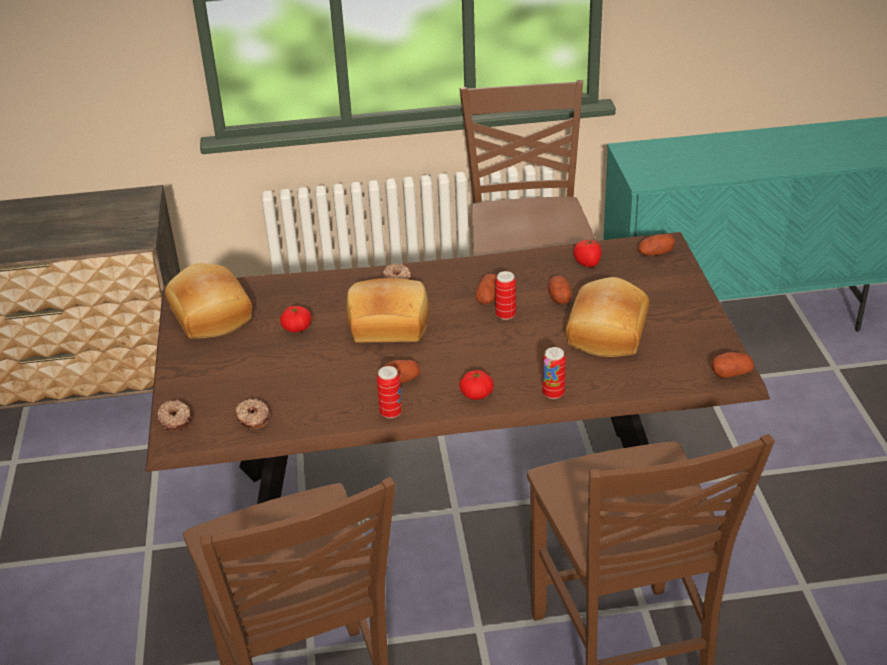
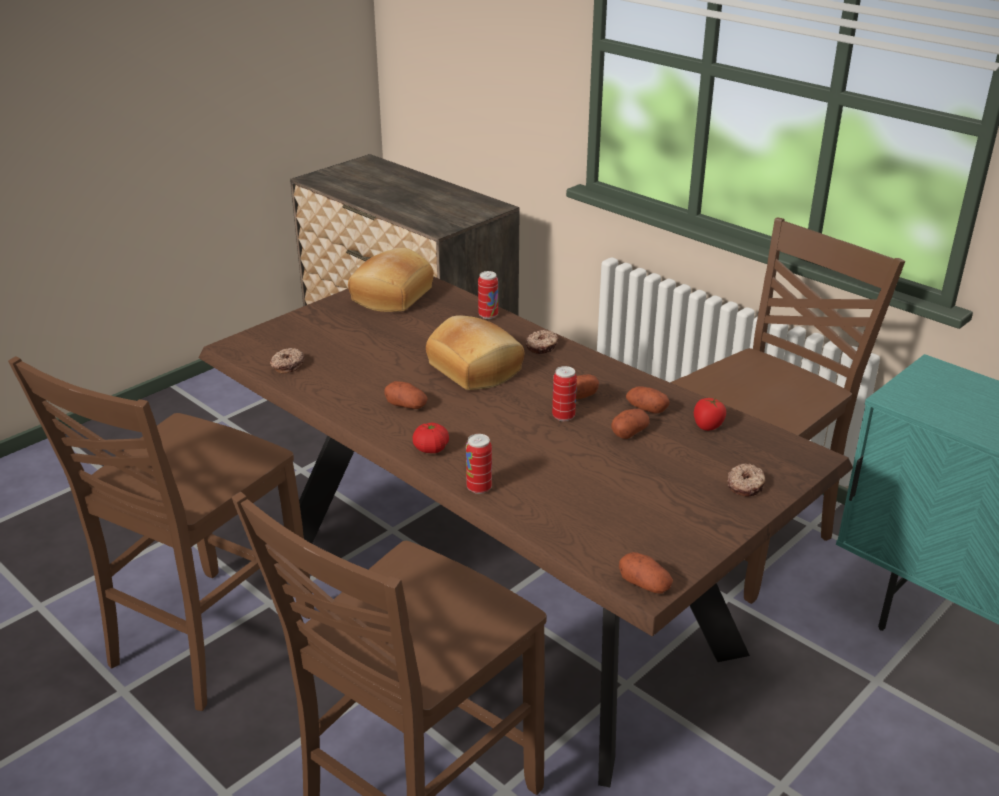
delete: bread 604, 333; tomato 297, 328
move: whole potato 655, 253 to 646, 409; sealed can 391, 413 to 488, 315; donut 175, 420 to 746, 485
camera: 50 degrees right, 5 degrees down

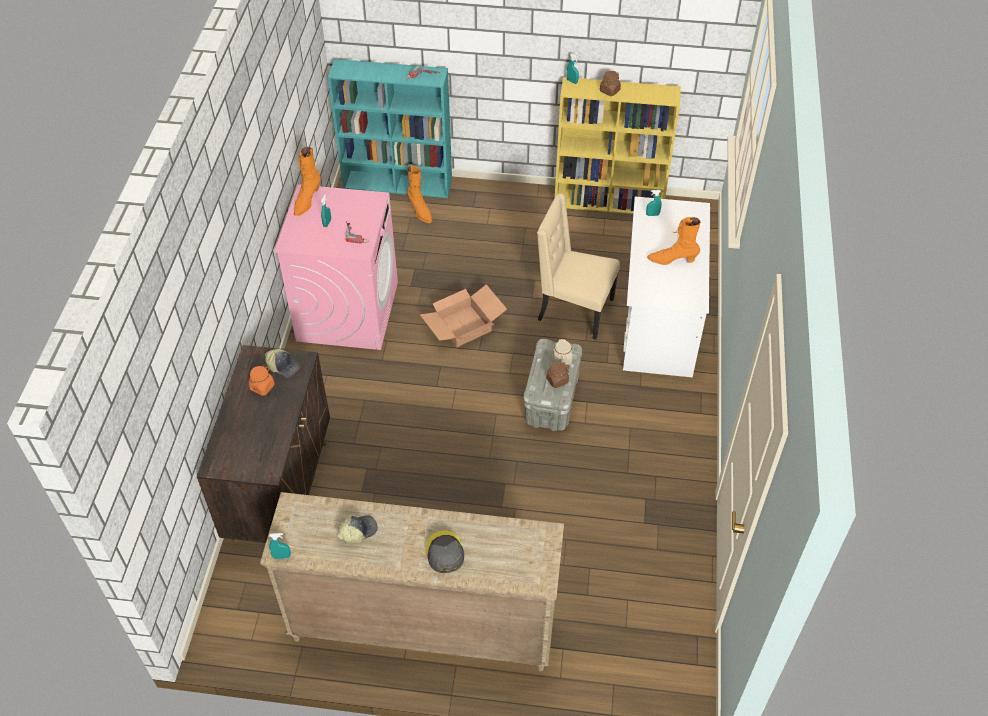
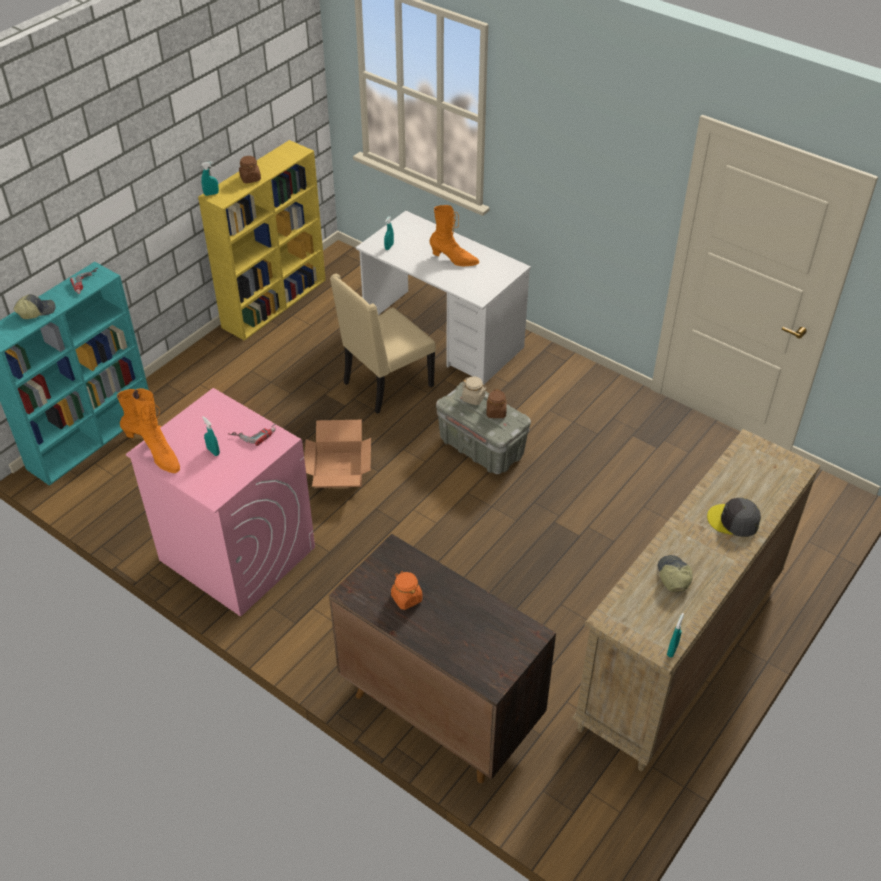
move: cap 283, 366 to 36, 311
rotate: orangey tall boot 672, 260 = 454, 259 105 degrees counterclockwise
camera: 60 degrees left, 5 degrees down

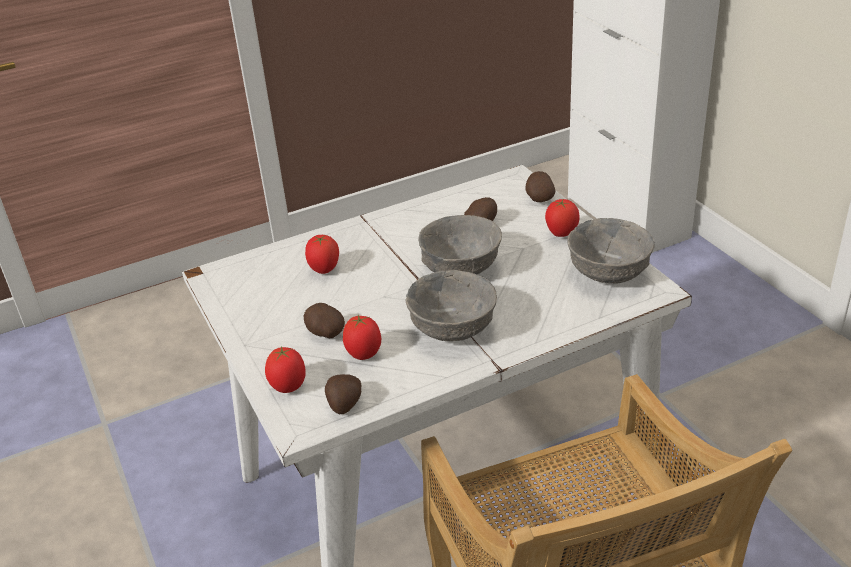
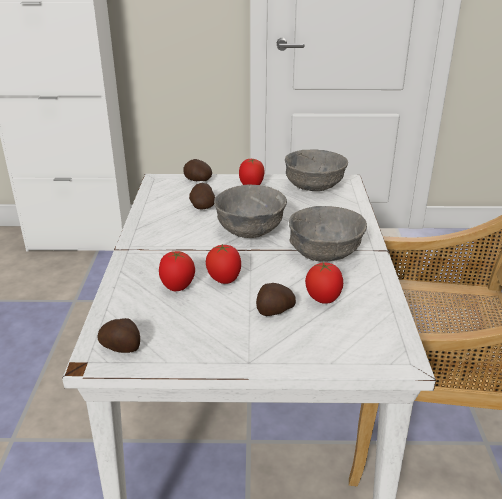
move: tomato 289, 387 to 224, 280; whole potato 344, 405 to 122, 348
camera: 65 degrees left, 5 degrees down

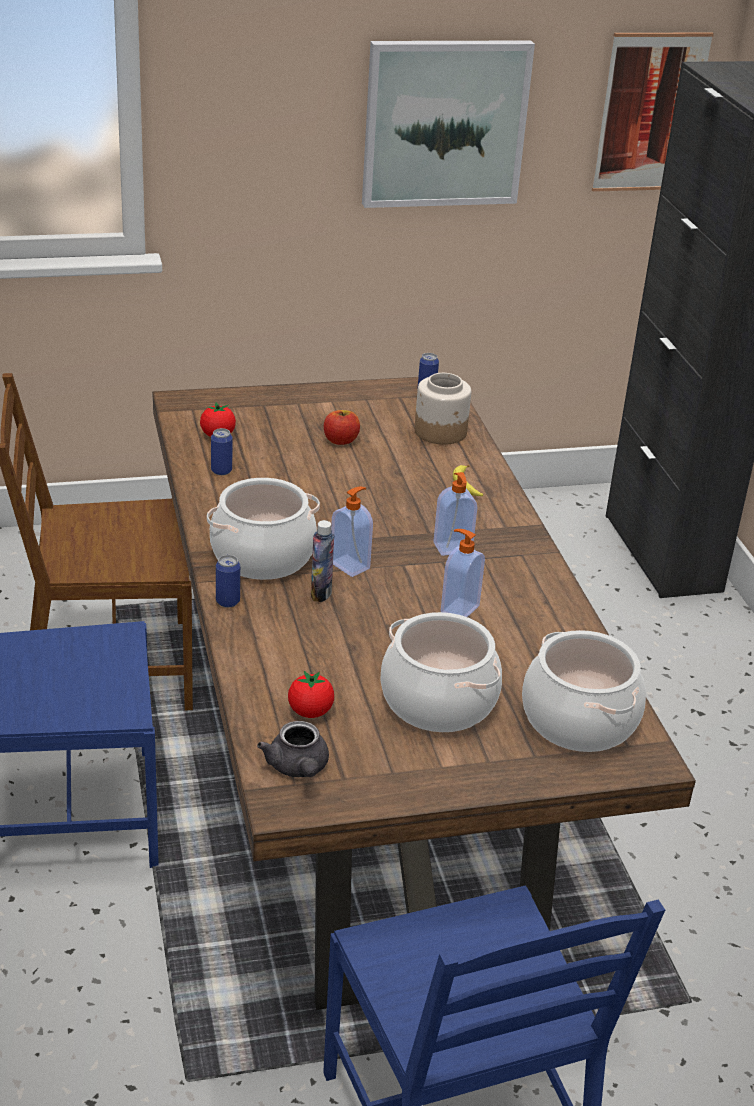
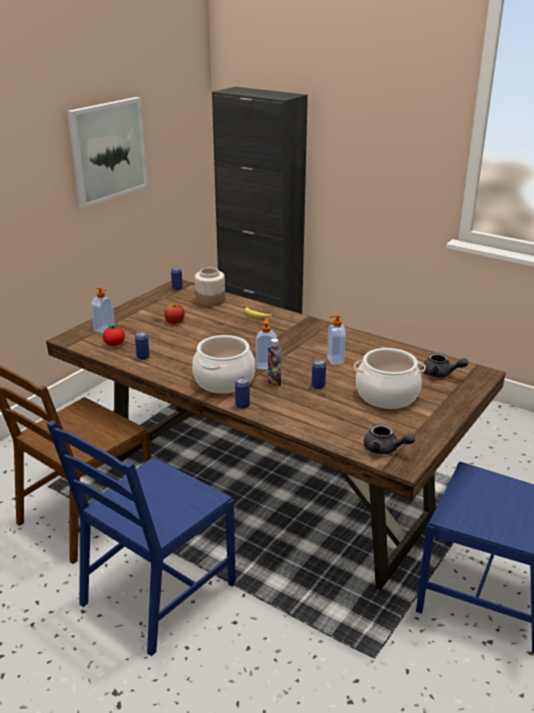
delete: picture 650, 113; tomato 310, 712
insert: sealed can 318, 386
move: soap dispenser 453, 548 to 105, 329
replace: stockpot 580, 720 to gray tea pot 441, 374
camera: 40 degrees left, 5 degrees down

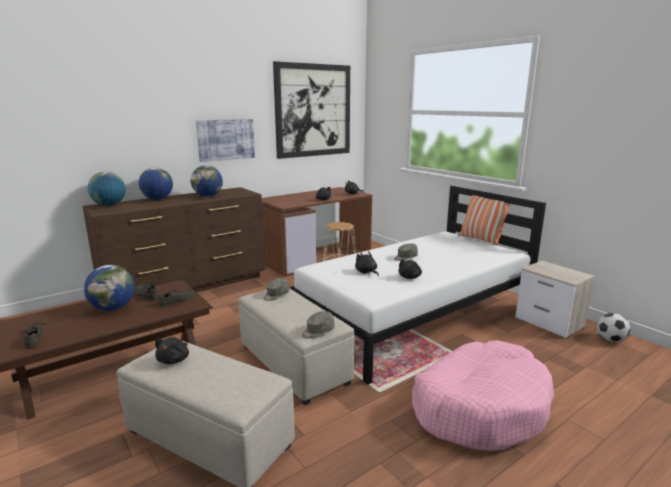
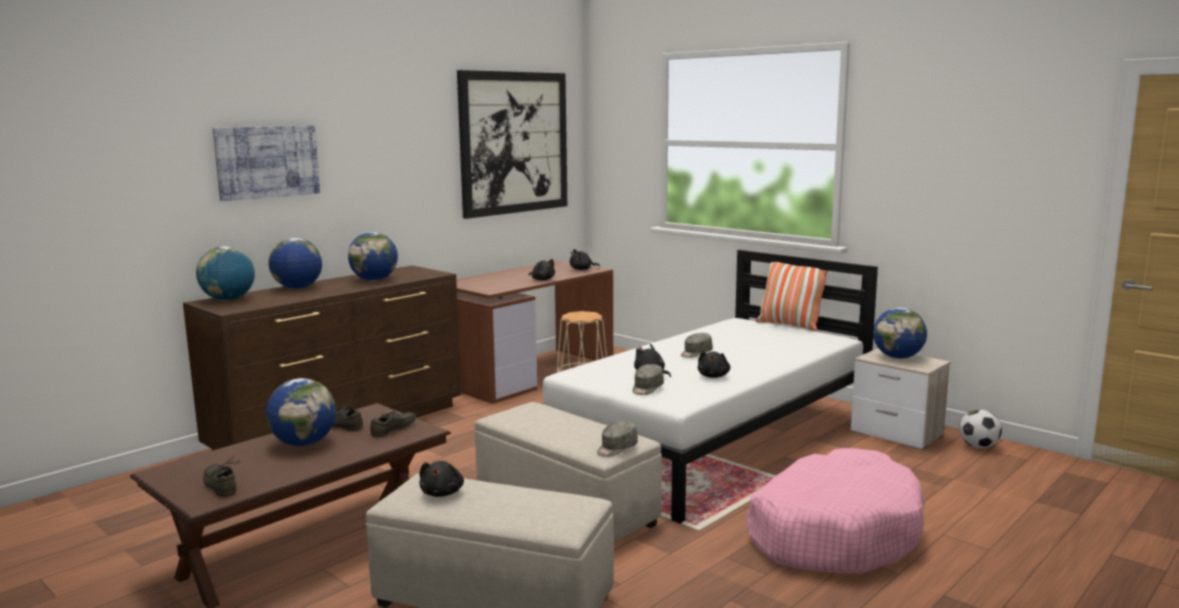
insert: desk globe 898, 357
move: picture 226, 139 to 267, 161; gray cap 276, 295 to 647, 388
camera: 10 degrees left, 5 degrees down

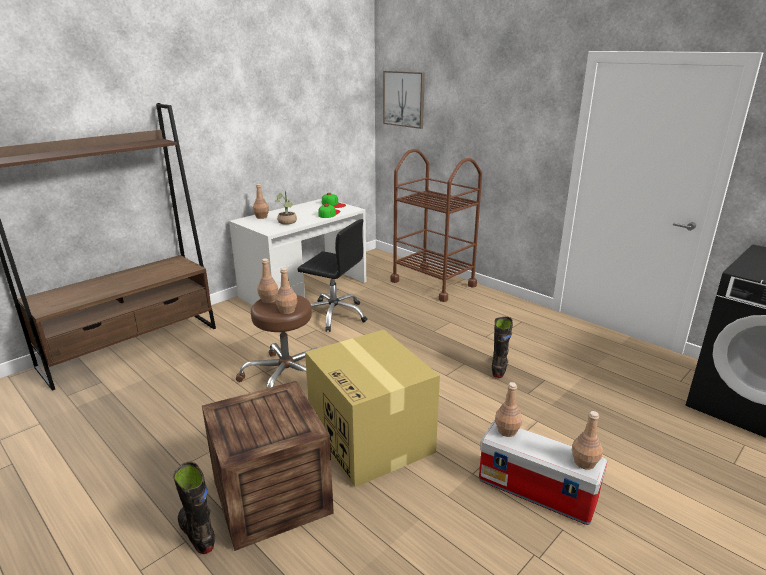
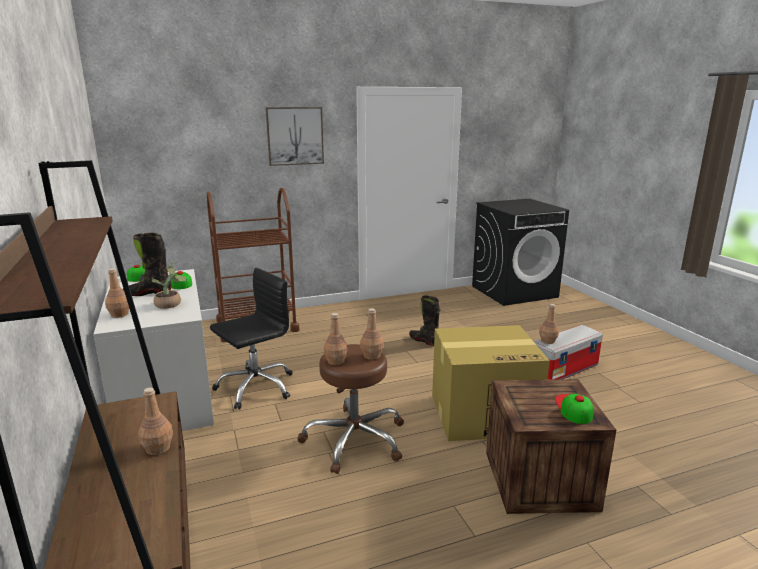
insert: cap 573, 408
move: picture 404, 99 to 295, 136; brownish bottle 584, 462 to 158, 448; black-coloured tall boot 197, 534 to 148, 293
camera: 65 degrees left, 5 degrees down

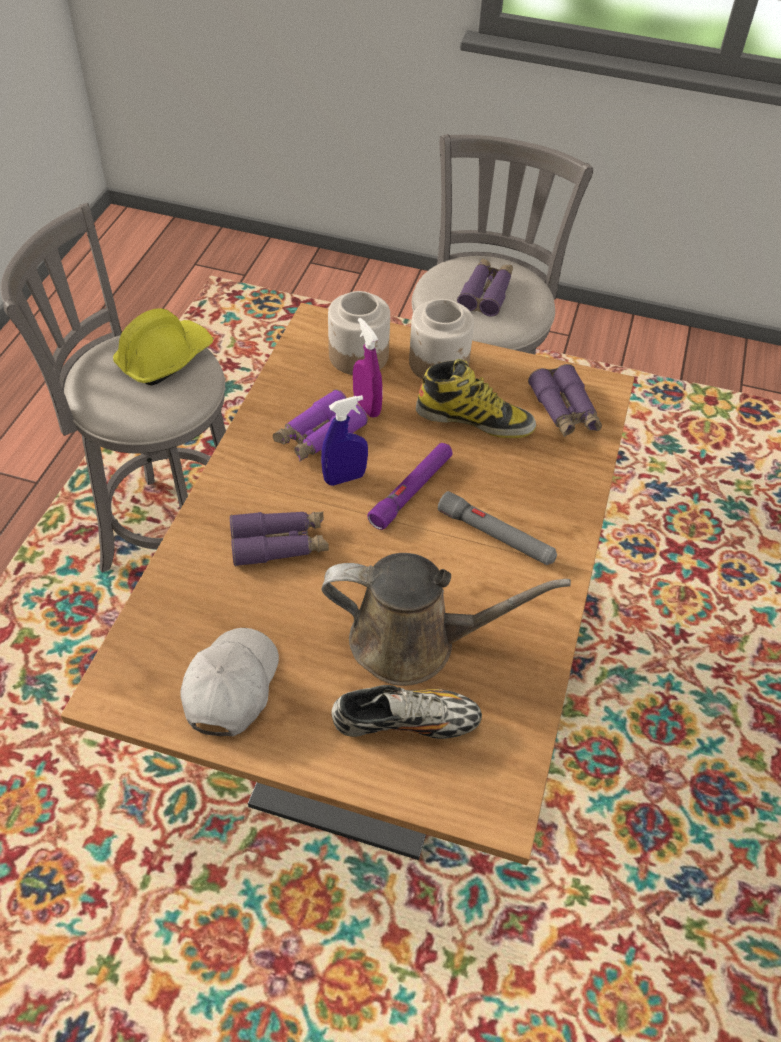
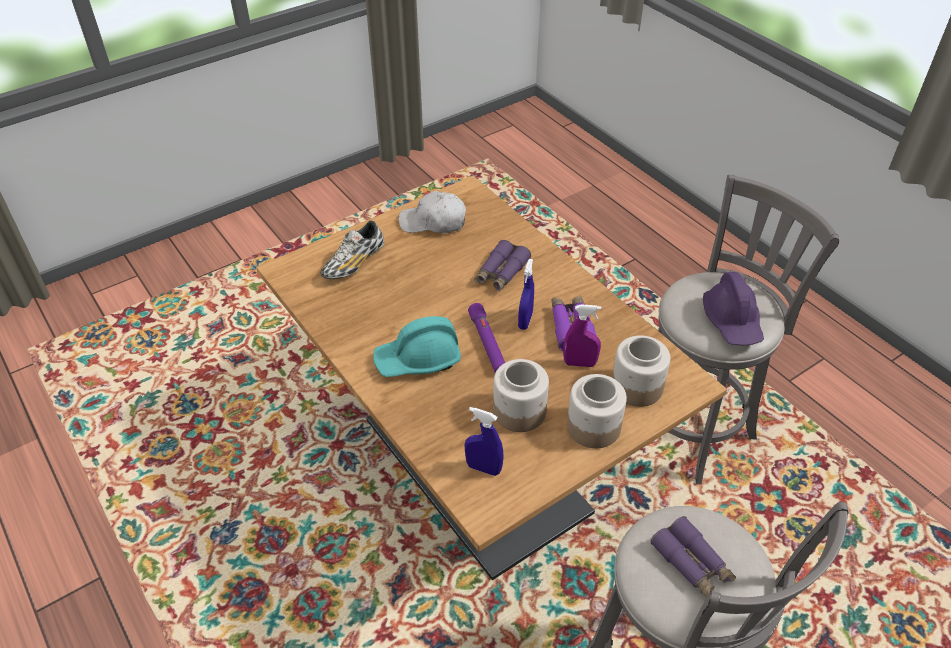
delete: brownish watering can 413, 642
replace: tall boot 475, 419 to preserve jar 520, 411; purplish binoculars 564, 410 to blue-coloured sprayer 483, 468; gray torch 496, 536 to turquoise safety helmet 418, 360
recolor: yellow-coloured safety helmet 164, 358 to purplish safety helmet 732, 321
rotate: white-coloured cap 230, 687 = 433, 222 135 degrees clockwise
camera: 130 degrees right, 5 degrees down

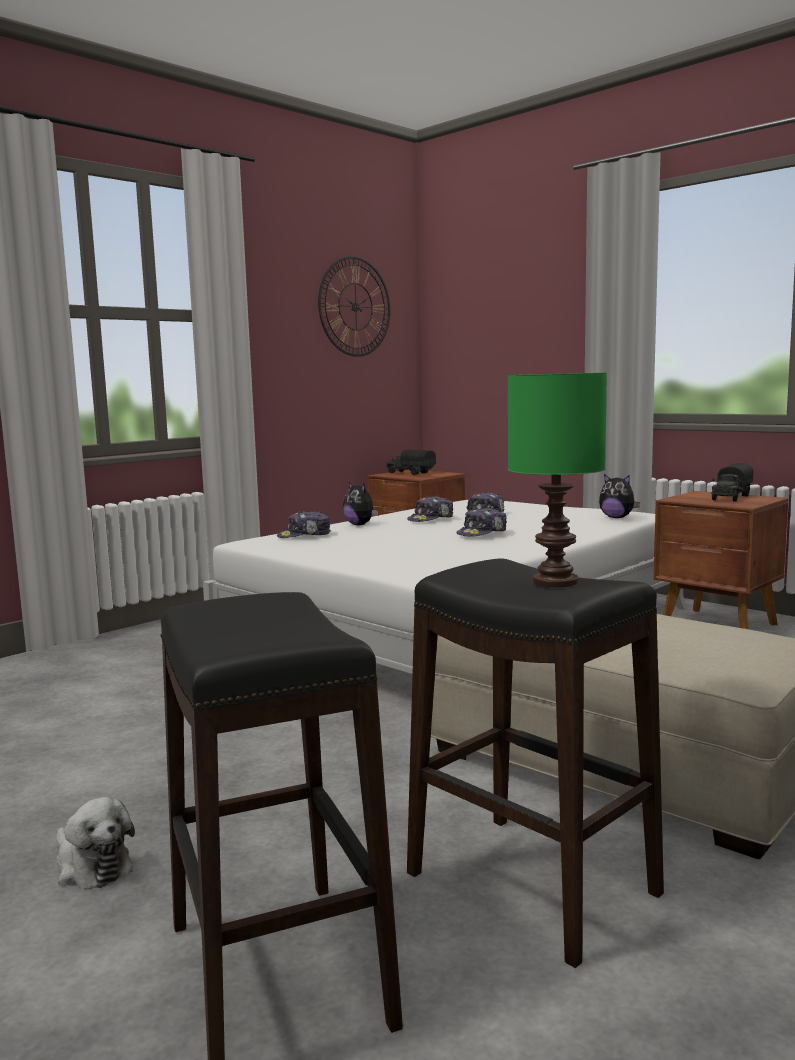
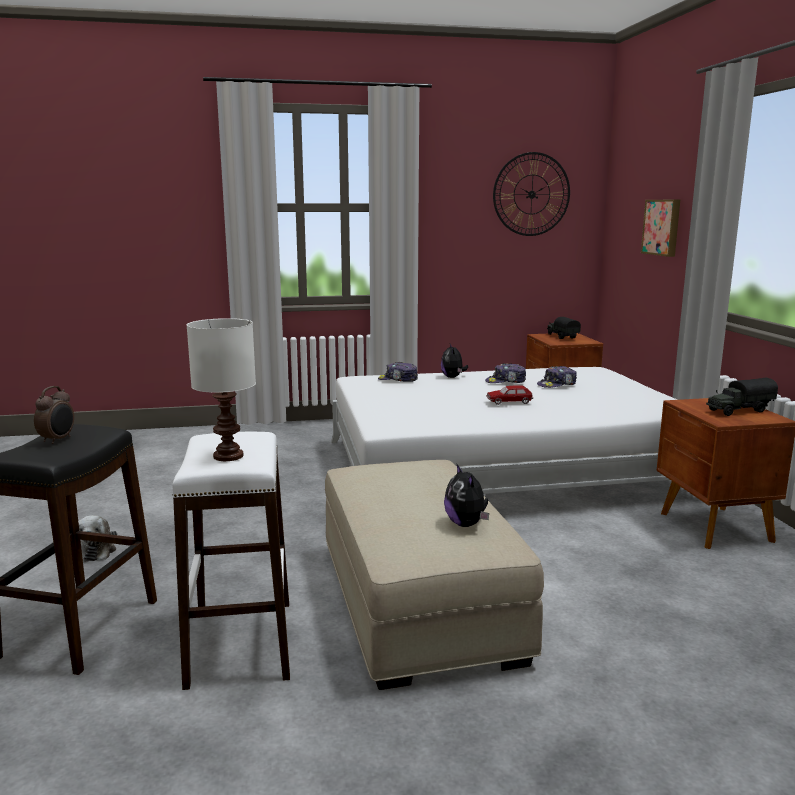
insert: picture 662, 227; alarm clock 58, 440
move: soft toy 617, 518 to 466, 524
replace: cap 482, 533 to model car 509, 402
recolor: green tabletop lamp 553, 581 to white-coloured tabletop lamp 228, 455; black-coloured stool seat 530, 883 to white-coloured stool seat 240, 642
camera: 35 degrees right, 5 degrees up

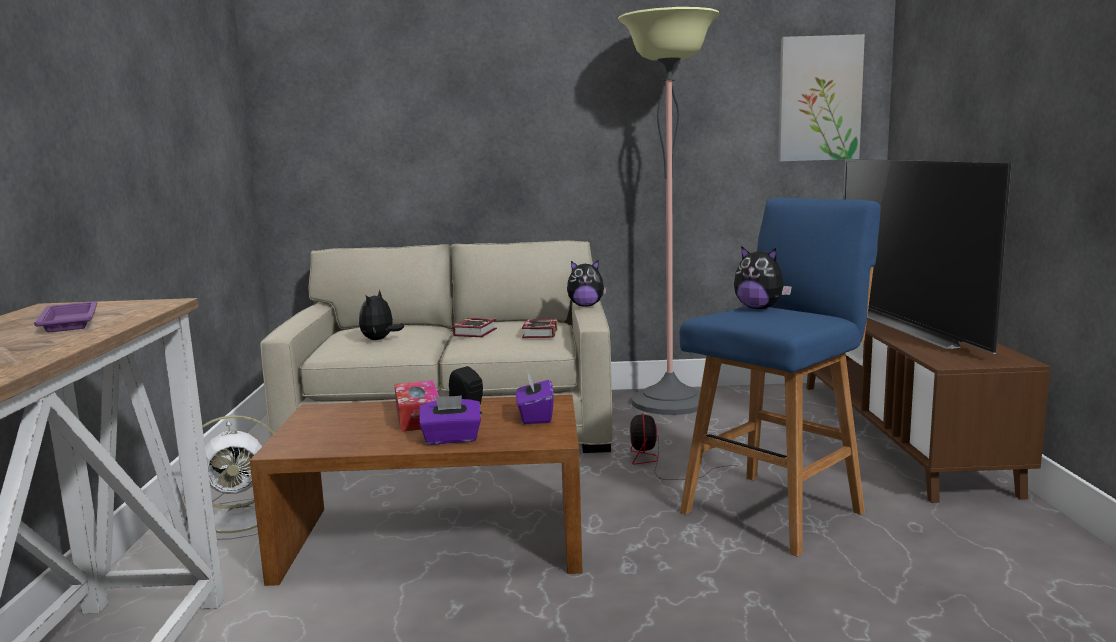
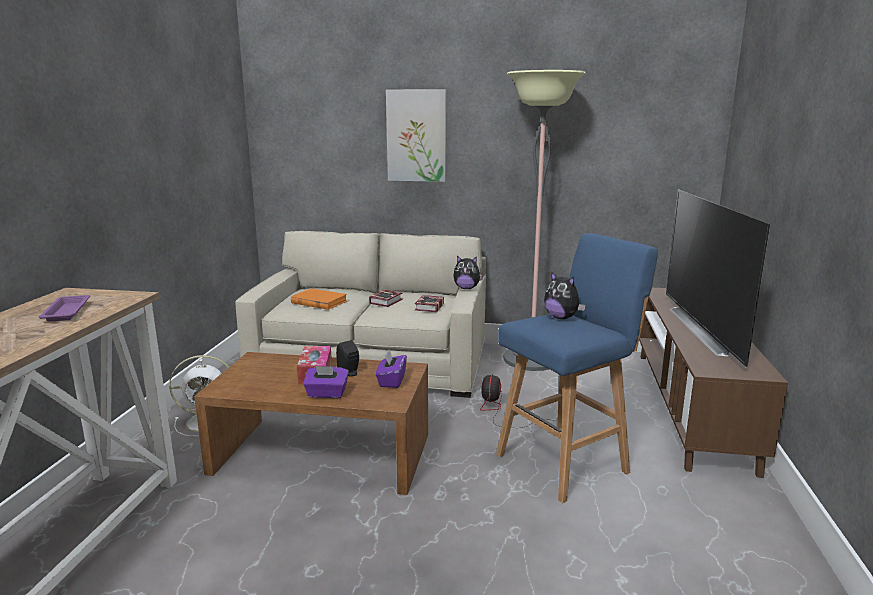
move: picture 819, 99 to 416, 136
replace: soft toy 379, 340 to orangey volume 319, 302
camera: 10 degrees right, 5 degrees up

